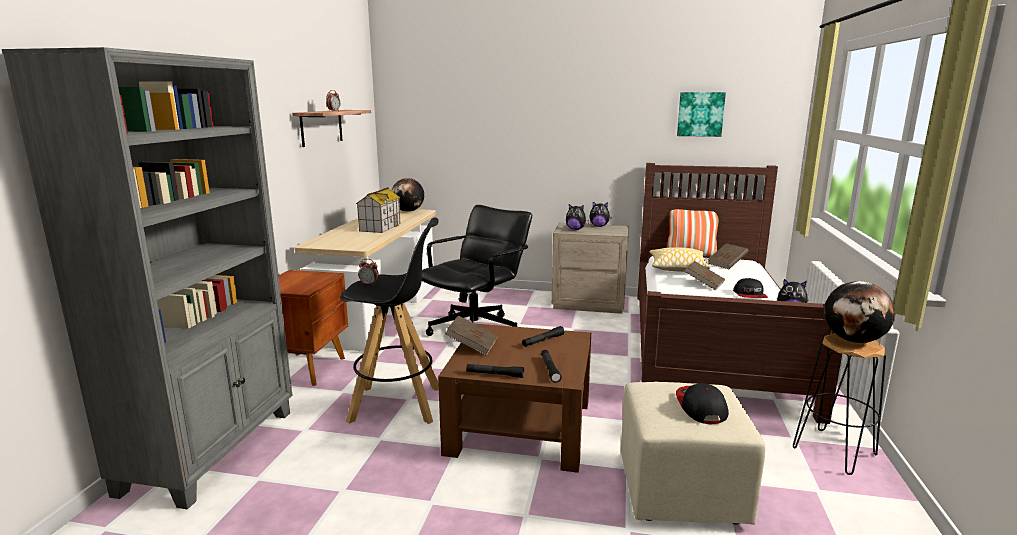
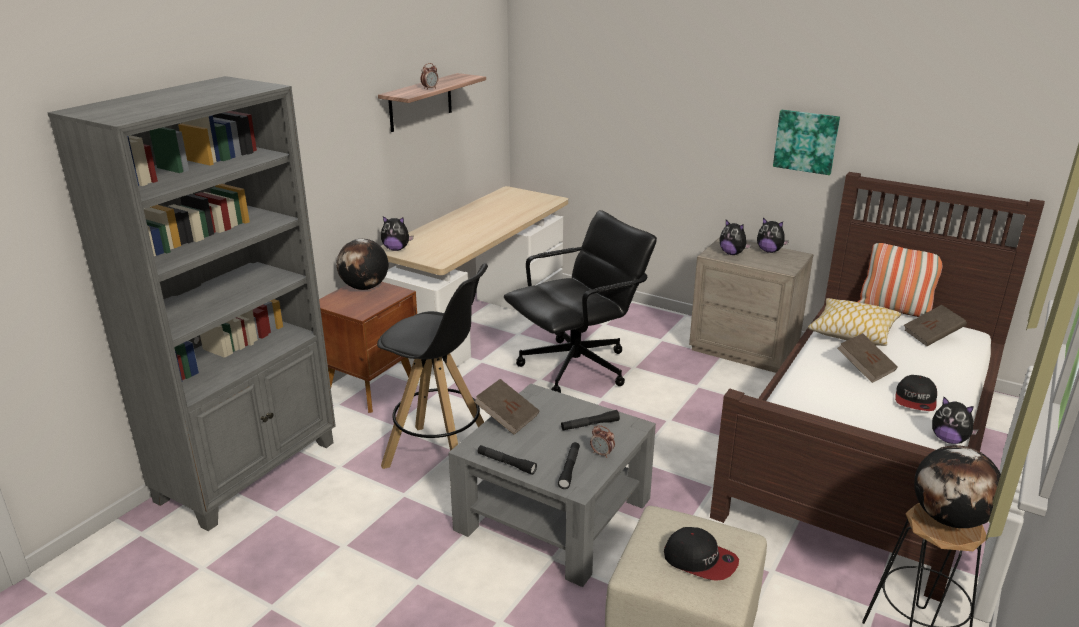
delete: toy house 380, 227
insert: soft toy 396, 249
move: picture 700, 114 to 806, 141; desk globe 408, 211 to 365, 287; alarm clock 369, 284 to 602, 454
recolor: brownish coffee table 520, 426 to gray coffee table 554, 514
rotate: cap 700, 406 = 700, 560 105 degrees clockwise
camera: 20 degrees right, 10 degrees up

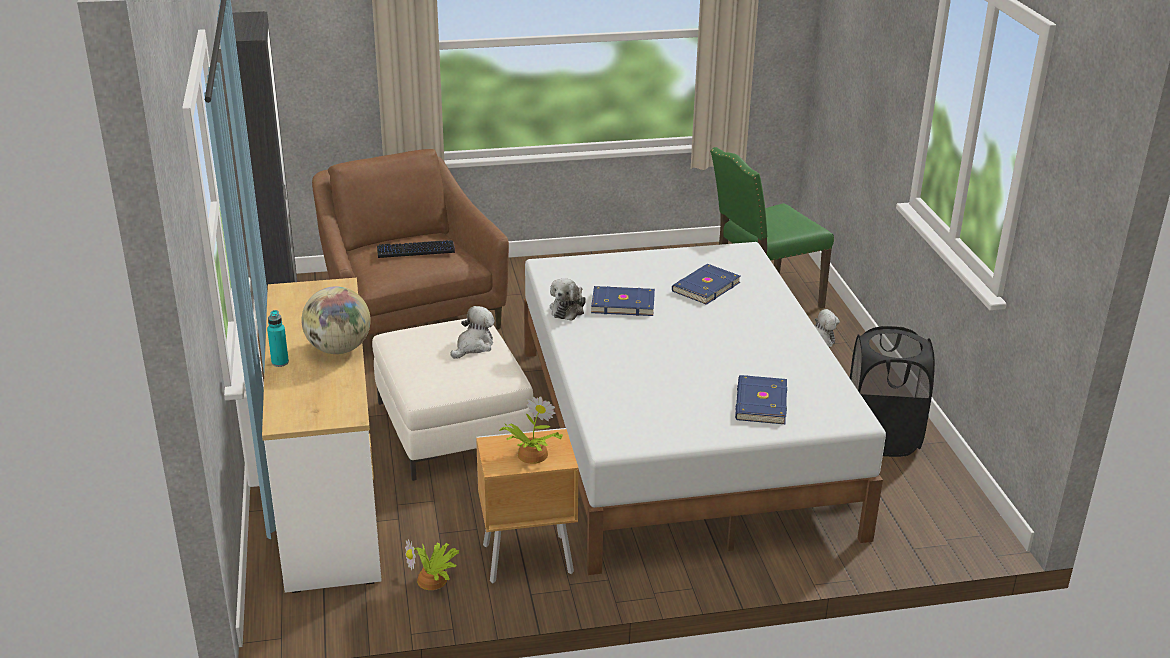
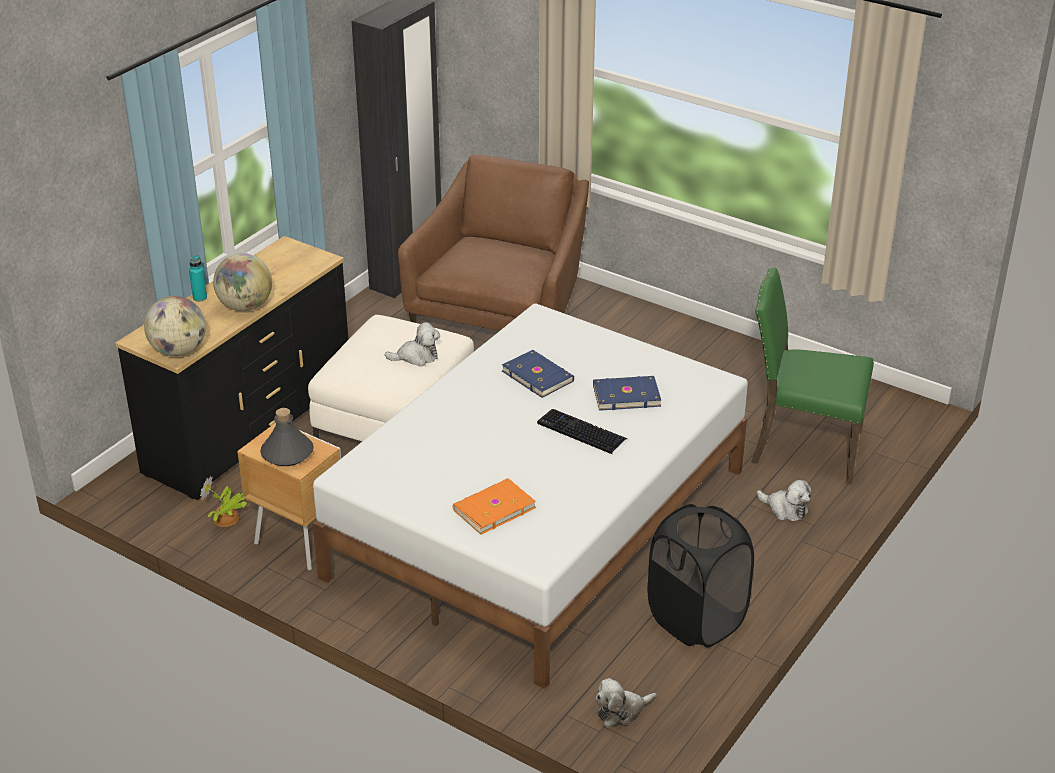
insert: desk globe 179, 351
move: keyboard 415, 250 to 581, 432; soft toy 568, 309 to 622, 712
replace: potted plant 531, 455 to gray bottle 287, 453
recolor: white-coloured dresser 329, 499 to black-coloured dresser 249, 426; blue-coloured volume 759, 403 to orangey volume 493, 508
camera: 45 degrees right, 5 degrees up

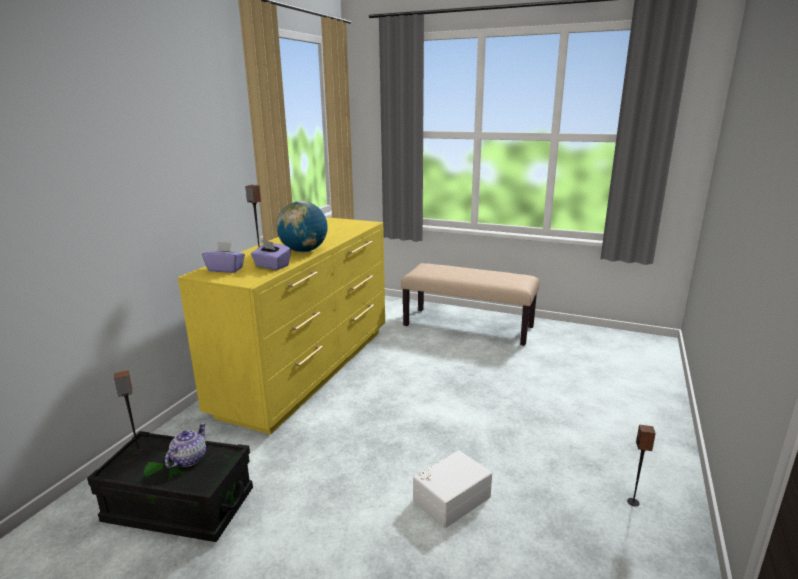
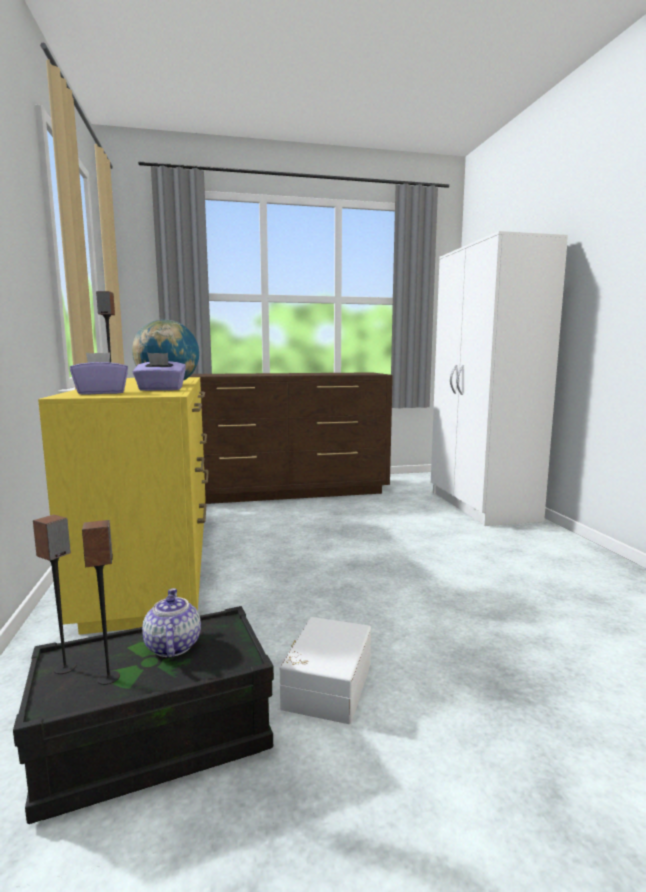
insert: white-coloured armoire 481, 506
move: audio speaker 633, 502 to 109, 678; white-coloured storage box 450, 498 to 325, 684
replace: beige-coloured bench 468, 326 to brownish dresser 285, 491
camera: 35 degrees left, 10 degrees down

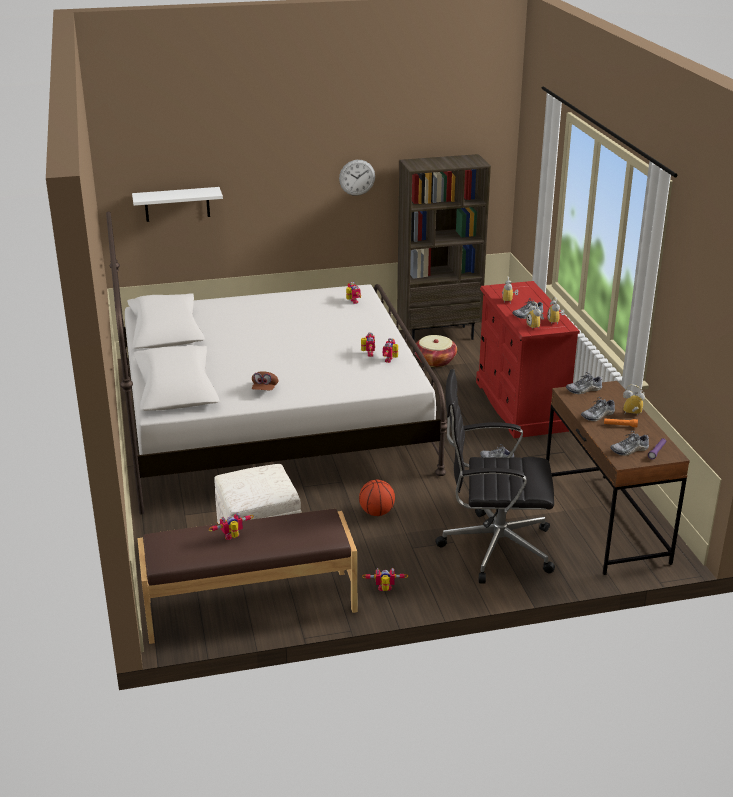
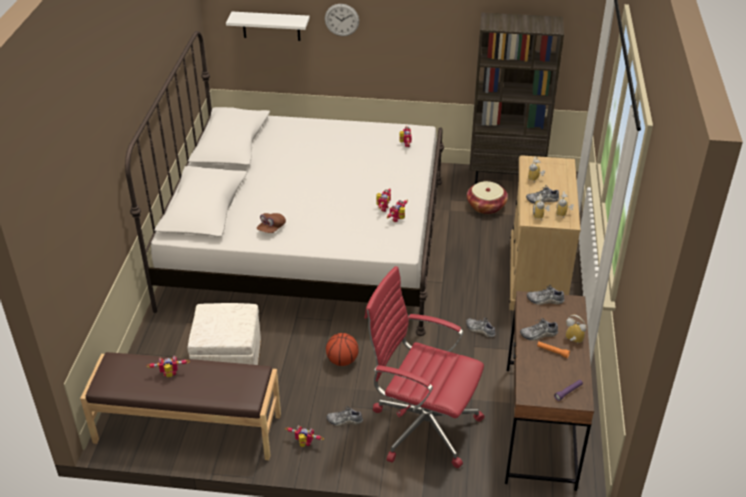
move: hanging clock 357, 177 to 341, 20; item of footwear 629, 450 to 344, 420
recolor: red-coloured dresser 520, 406 to beige-coloured dresser 536, 274; black-coloured computer chair 493, 547 to red-coloured computer chair 422, 425
camera: 20 degrees right, 10 degrees up

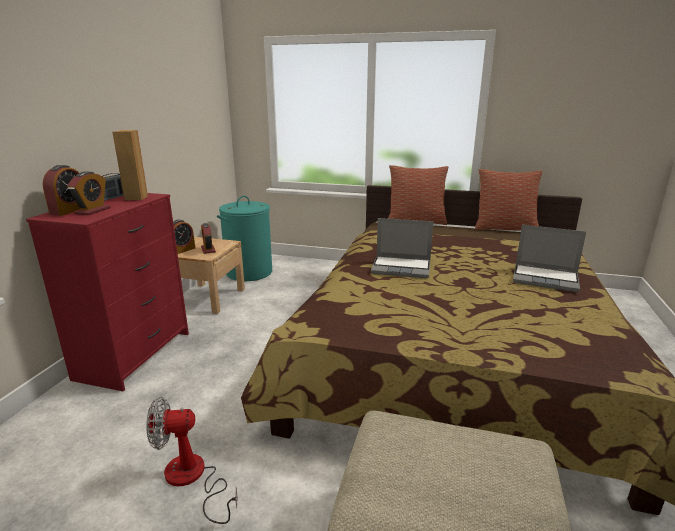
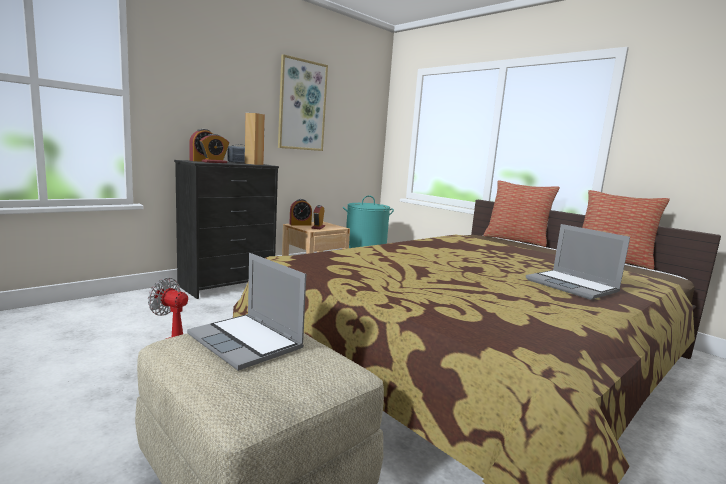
insert: picture 302, 105
move: notebook computer 402, 268 to 247, 342
recolor: red-coloured dresser 135, 355 to black-coloured dresser 227, 285
camera: 30 degrees right, 10 degrees down

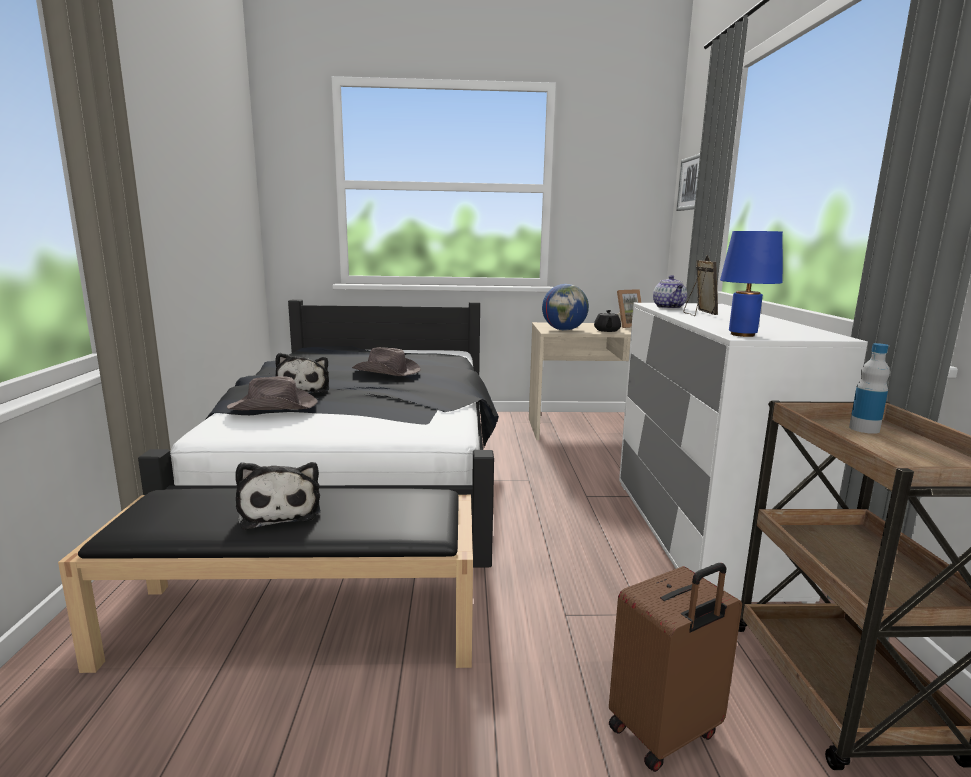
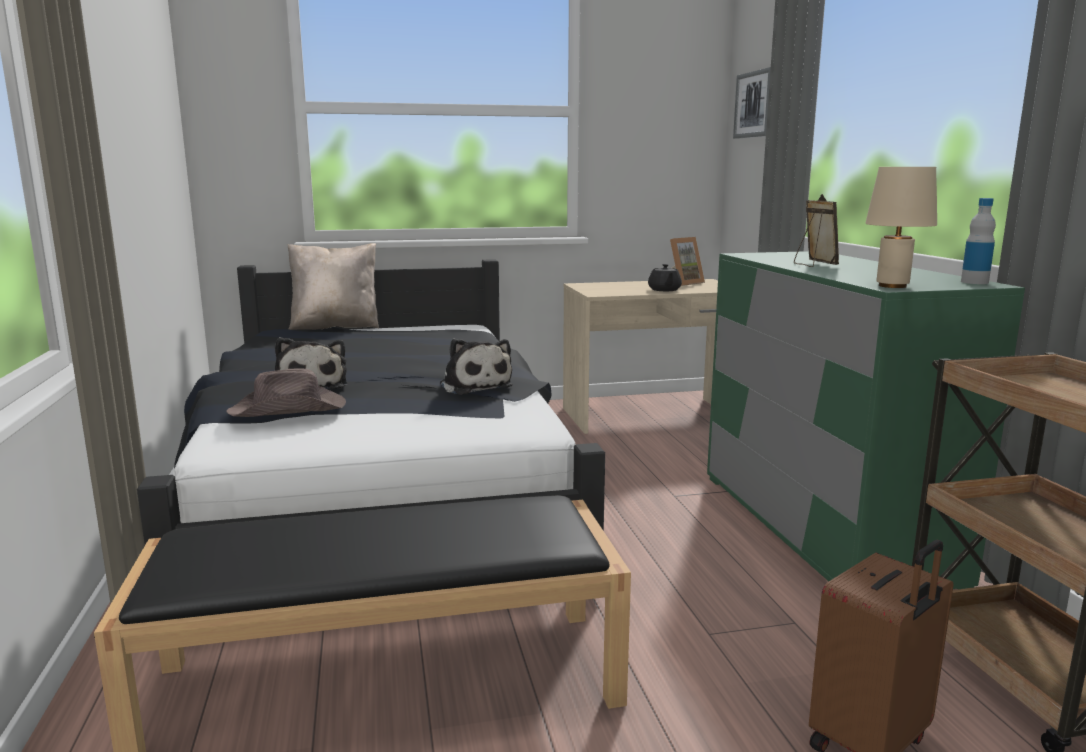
delete: tea pot 669, 307; desk globe 564, 330; brownish hat 387, 372
insert: beige-coloured pillow 336, 327
move: bottle 864, 429 to 974, 282; soft toy 280, 511 to 475, 385
recolor: blue-coloured tabletop lamp 742, 334 to beige-coloured tabletop lamp 892, 286; white-coloured dresser 699, 534 to green dresser 820, 527
camera: 10 degrees left, 0 degrees up

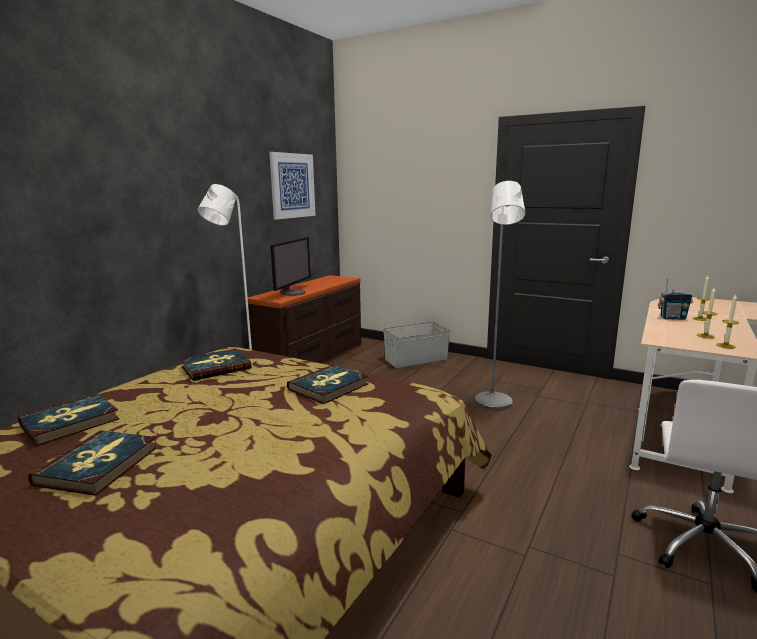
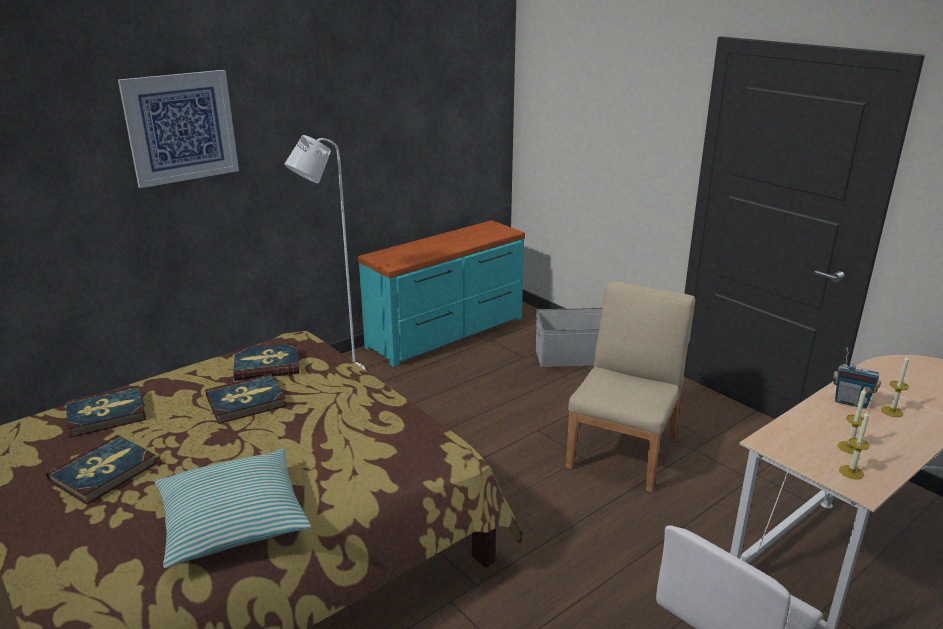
delete: computer screen 293, 293
insert: pillow 233, 519
move: picture 292, 185 to 181, 127; volume 329, 387 to 246, 401
replace: gray standing lamp 494, 405 to beige-coloured upright chair 623, 452
recolor: brownish dresser 313, 359 to turquoise dresser 447, 333
camera: 20 degrees right, 10 degrees up

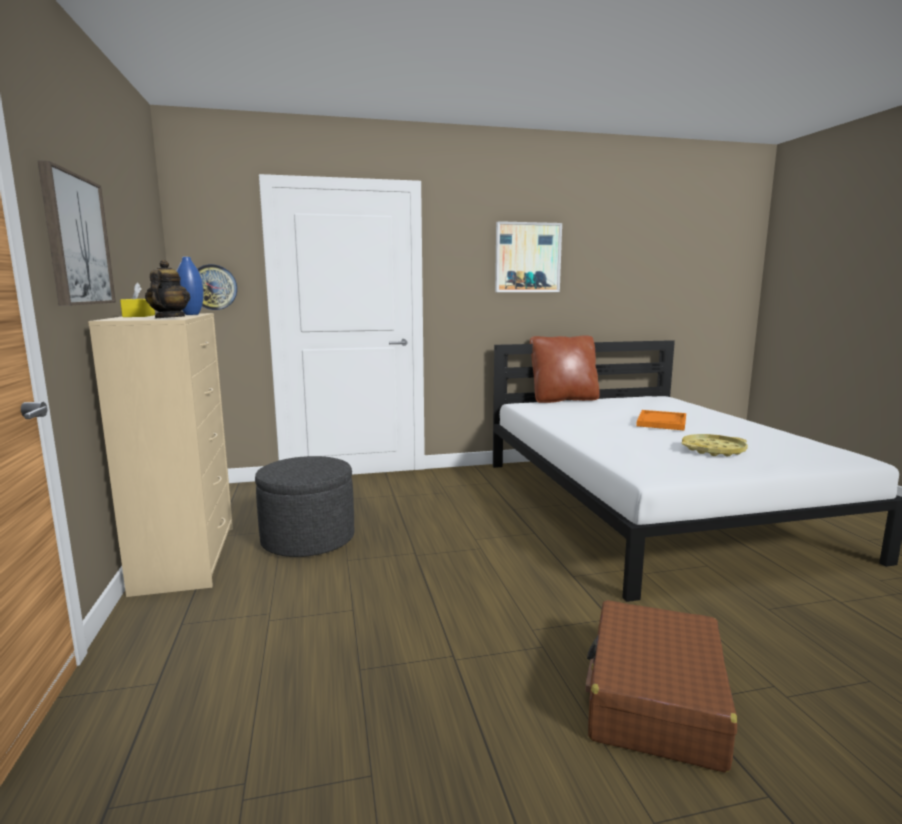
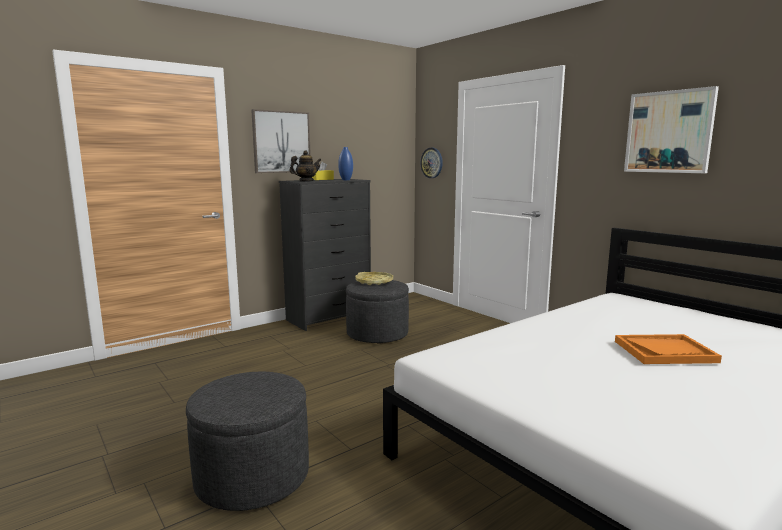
delete: brownish pillow 563, 399
move: yellow-coloured carrying tray 713, 450 to 374, 281
replace: brownish travel case 655, 700 to gray ottoman 252, 476
recolor: beige-coloured dresser 186, 558 to black-coloured dresser 329, 317
camera: 65 degrees right, 0 degrees up

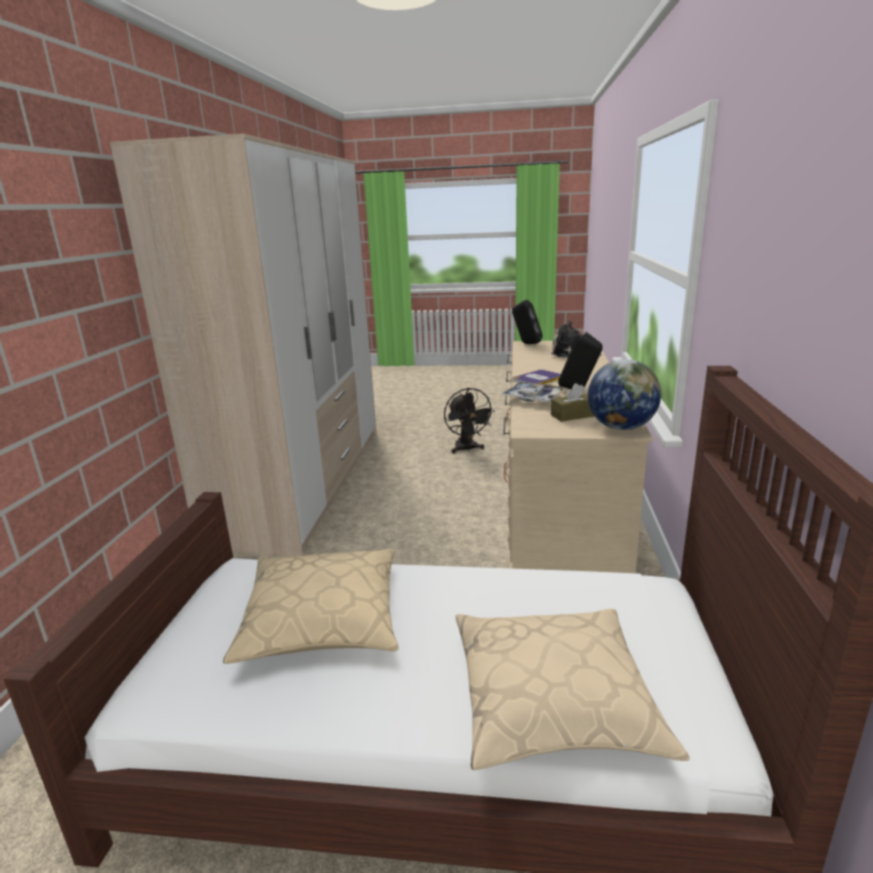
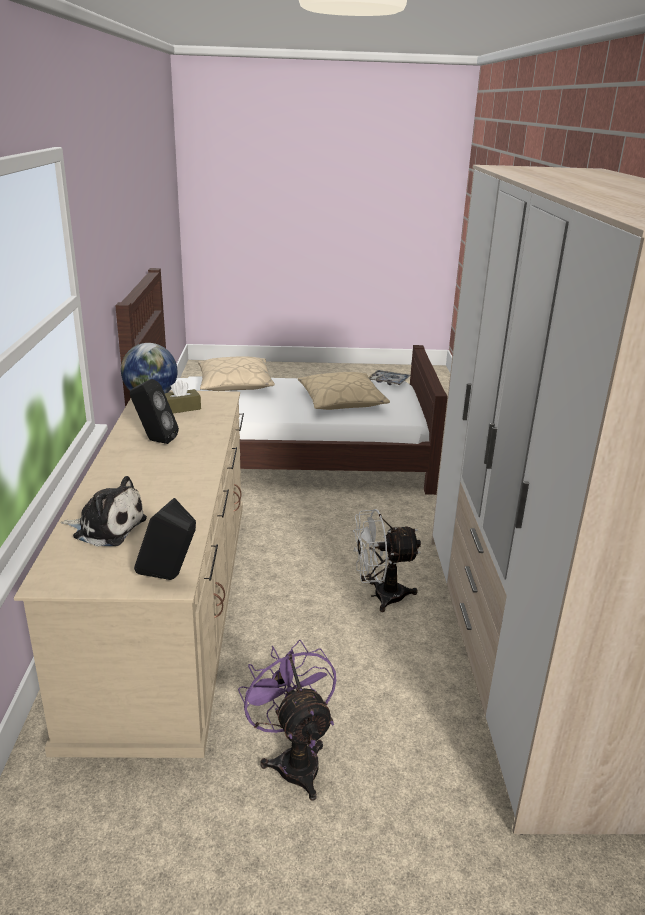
delete: volume 538, 379
insert: white-coloured cooling fan 380, 596
move: carrying tray 533, 398 to 388, 382
recolor: black-coloured cooling fan 467, 449 to purplish cooling fan 293, 760
camera: 170 degrees right, 5 degrees up

